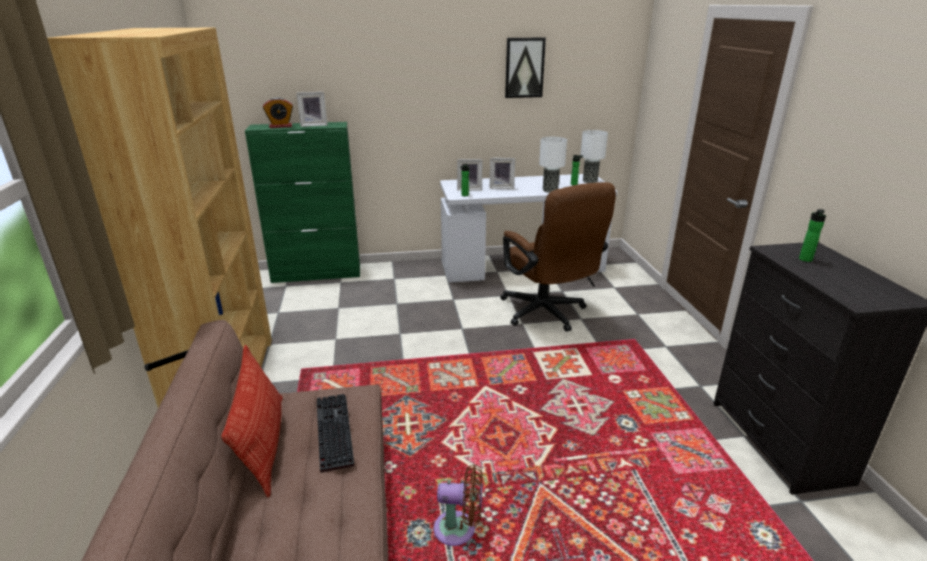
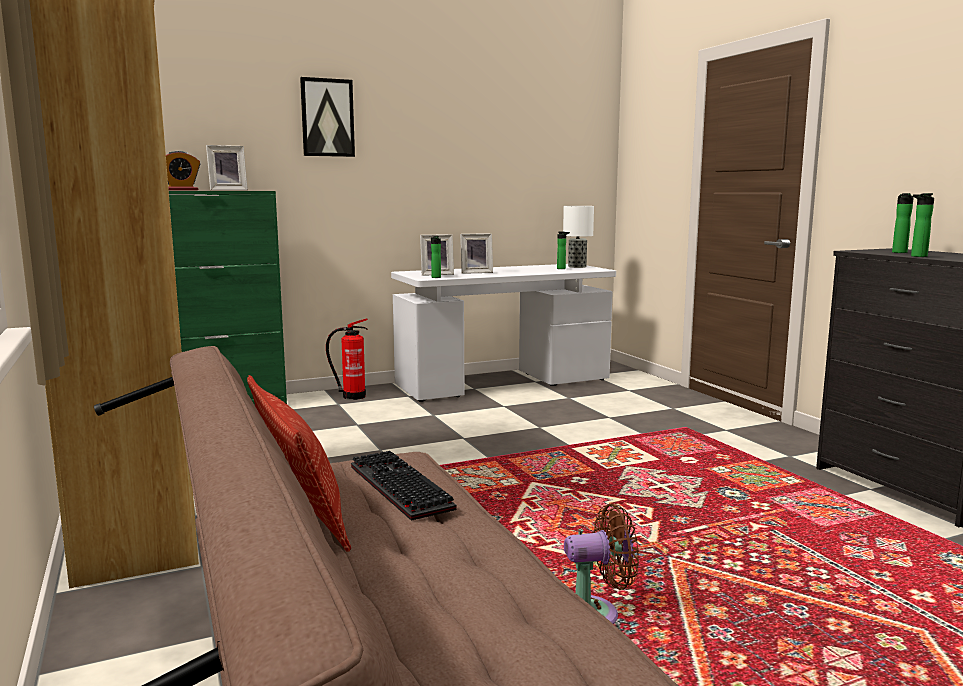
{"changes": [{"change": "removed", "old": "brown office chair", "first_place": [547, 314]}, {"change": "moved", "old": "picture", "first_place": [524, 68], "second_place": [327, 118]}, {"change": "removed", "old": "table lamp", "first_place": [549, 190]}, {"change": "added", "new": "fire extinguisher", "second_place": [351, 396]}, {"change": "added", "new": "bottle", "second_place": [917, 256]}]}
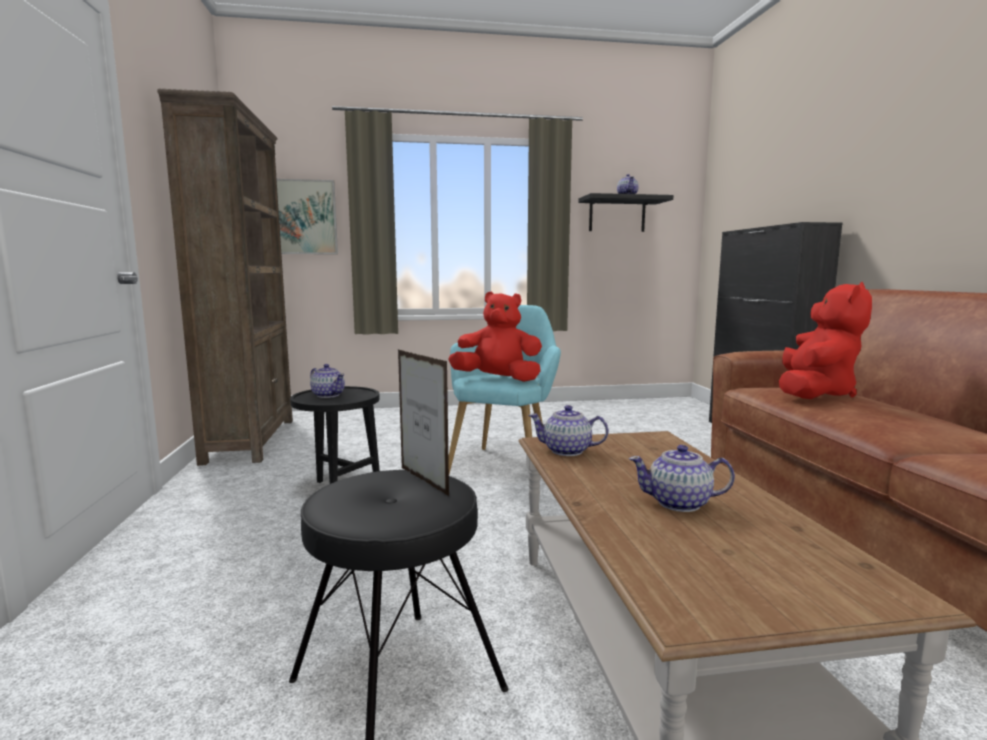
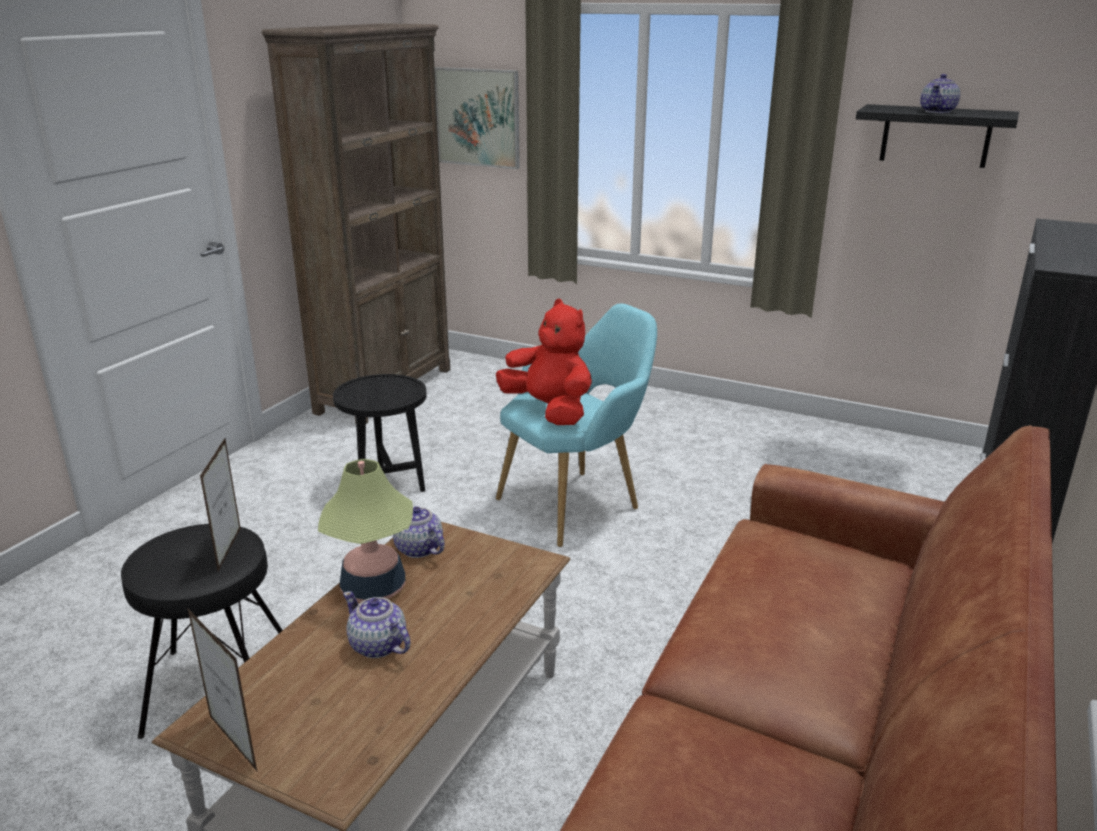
{"changes": [{"change": "removed", "old": "teapot", "first_place": [328, 395]}, {"change": "removed", "old": "red plush toy", "first_place": [814, 393]}, {"change": "added", "new": "picture frame", "second_place": [232, 743]}, {"change": "added", "new": "table lamp", "second_place": [373, 588]}]}
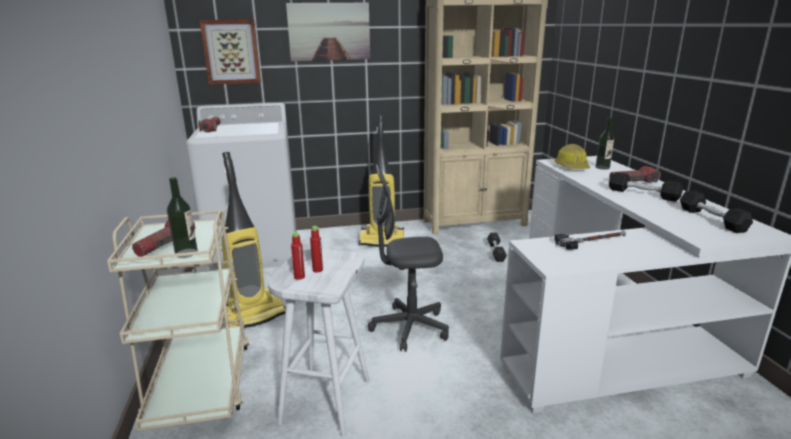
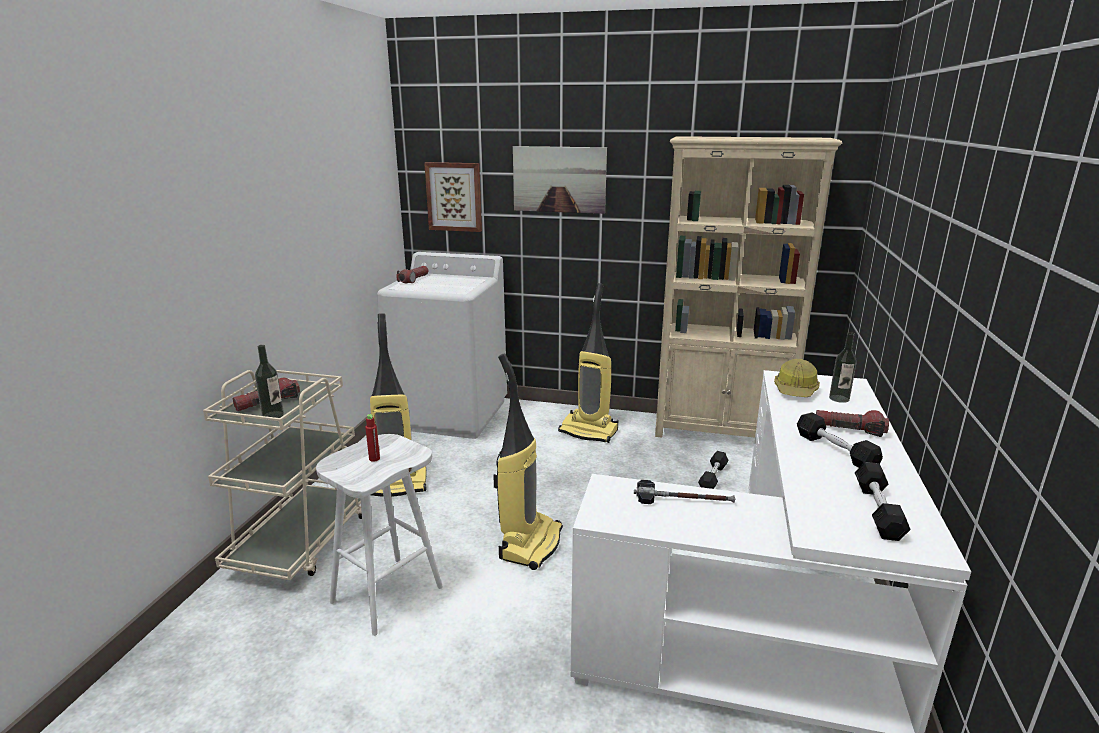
{"changes": [{"change": "removed", "old": "red bottle", "first_place": [299, 277]}, {"change": "replaced", "old": "grey office chair", "new": "vacuum cleaner", "first_place": [409, 328], "second_place": [530, 543]}]}
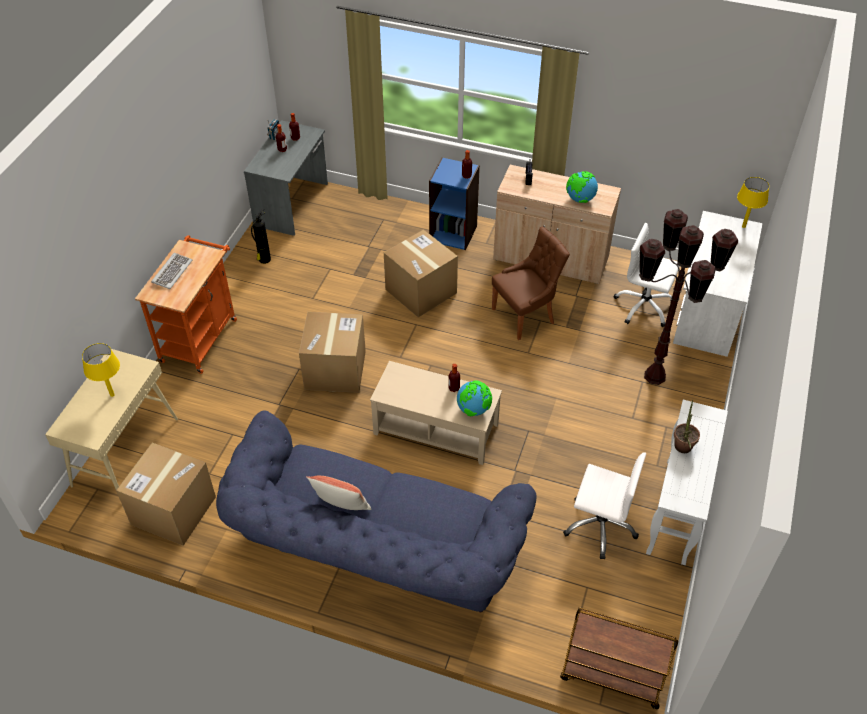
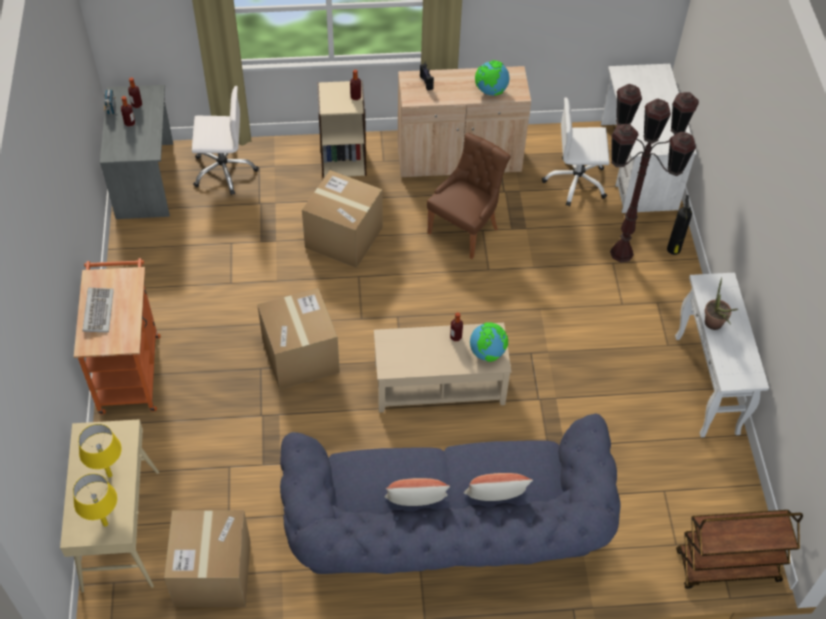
{"changes": [{"change": "moved", "old": "fire extinguisher", "first_place": [264, 260], "second_place": [673, 250]}, {"change": "recoloured", "old": "blue bookcase", "new": "beige bookcase", "first_place": [453, 233], "second_place": [343, 160]}, {"change": "moved", "old": "white office chair", "first_place": [600, 525], "second_place": [224, 170]}, {"change": "moved", "old": "yellow table lamp", "first_place": [743, 226], "second_place": [105, 524]}, {"change": "added", "new": "pillow", "second_place": [495, 498]}]}
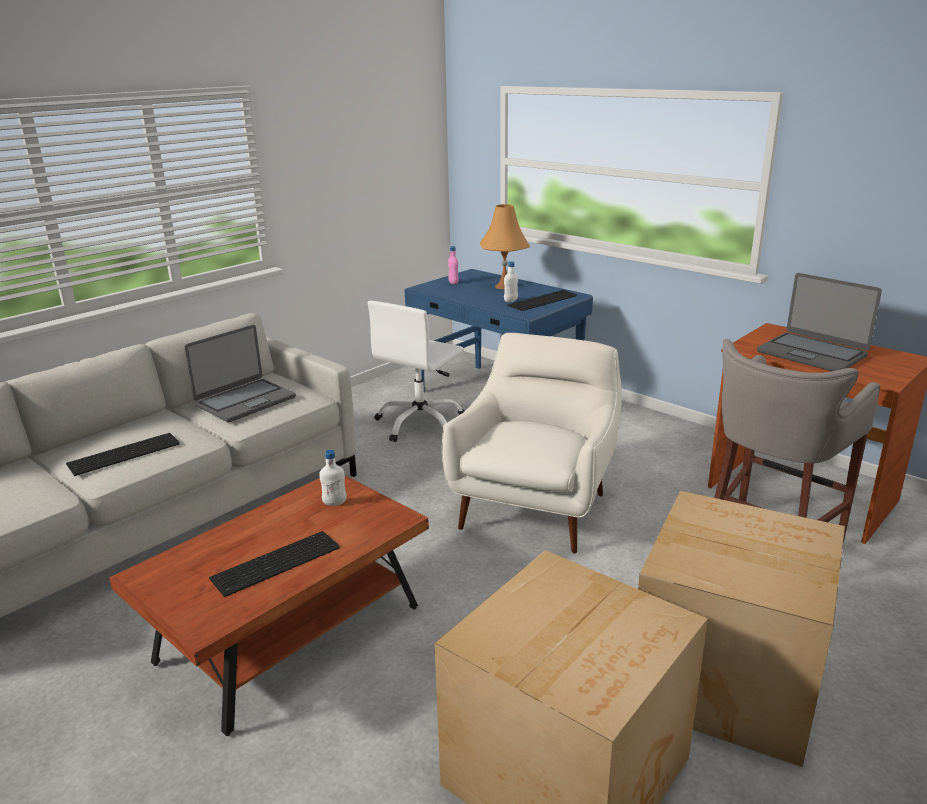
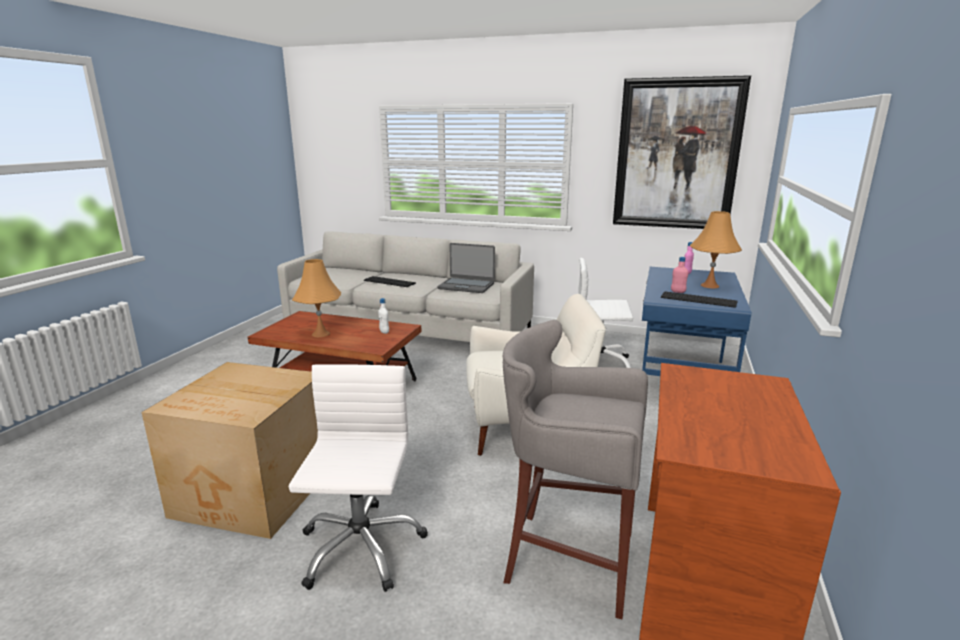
{"changes": [{"change": "replaced", "old": "keyboard", "new": "orange table lamp", "first_place": [278, 563], "second_place": [320, 334]}, {"change": "recoloured", "old": "white bottle", "new": "pink bottle", "first_place": [511, 301], "second_place": [678, 292]}, {"change": "replaced", "old": "cardboard box", "new": "white office chair", "first_place": [724, 677], "second_place": [360, 547]}, {"change": "removed", "old": "laptop", "first_place": [812, 353]}, {"change": "added", "new": "picture", "second_place": [676, 155]}]}
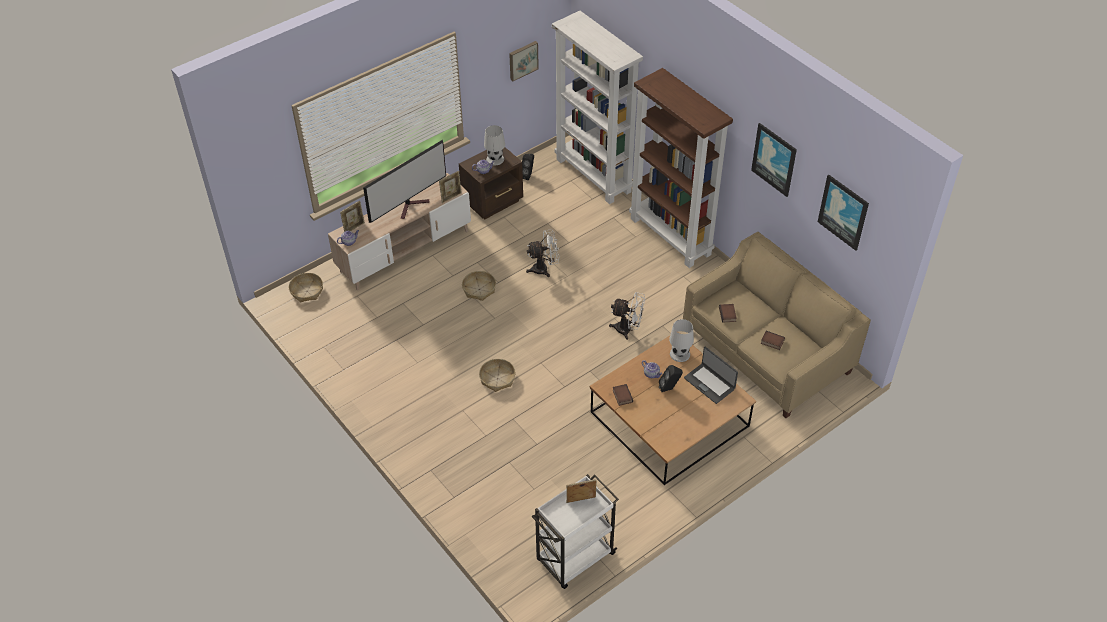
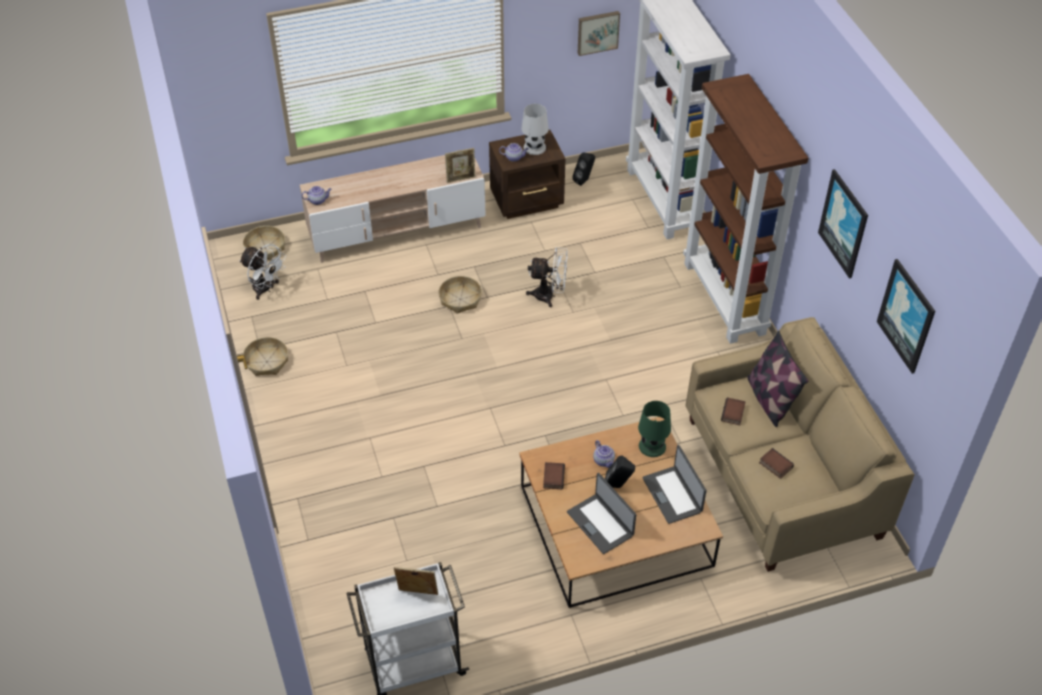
{"changes": [{"change": "removed", "old": "picture frame", "first_place": [354, 228]}, {"change": "removed", "old": "television", "first_place": [412, 205]}, {"change": "moved", "old": "basket", "first_place": [497, 378], "second_place": [266, 361]}, {"change": "moved", "old": "white fan", "first_place": [627, 330], "second_place": [266, 289]}, {"change": "recoloured", "old": "white table lamp", "new": "green table lamp", "first_place": [679, 354], "second_place": [652, 445]}, {"change": "added", "new": "laptop", "second_place": [601, 523]}, {"change": "added", "new": "pillow", "second_place": [769, 399]}]}
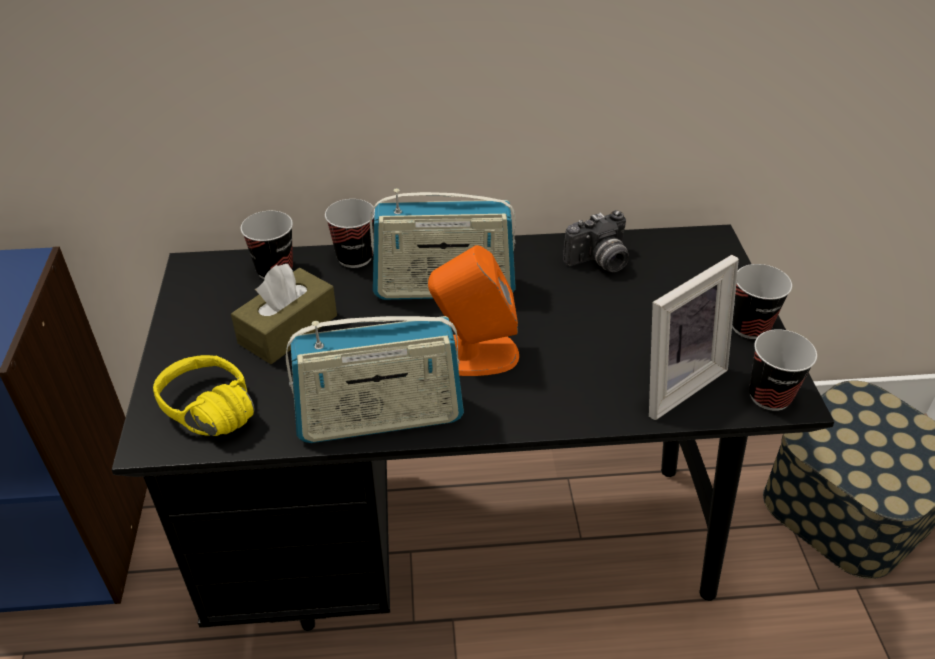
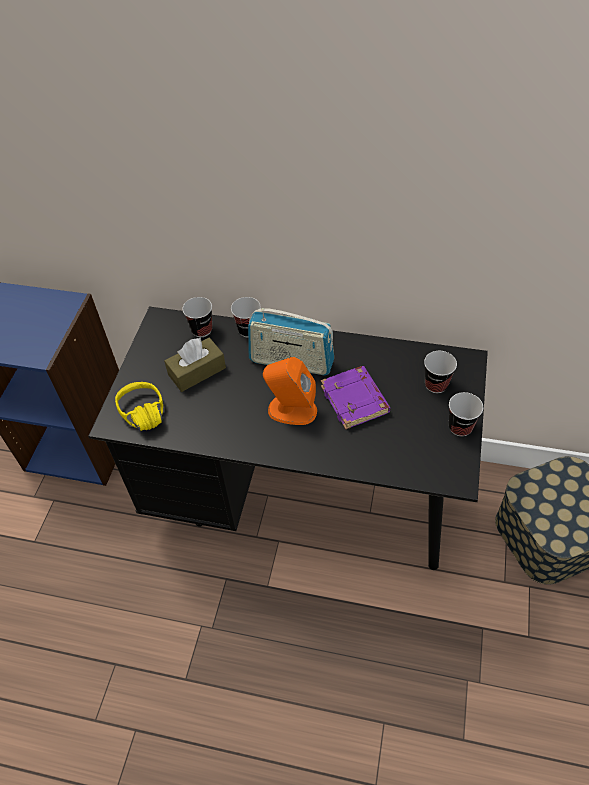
{"changes": [{"change": "removed", "old": "radio", "first_place": [380, 419]}, {"change": "removed", "old": "photo camera", "first_place": [599, 262]}, {"change": "removed", "old": "picture frame", "first_place": [673, 381]}, {"change": "moved", "old": "cup", "first_place": [770, 396], "second_place": [436, 385]}, {"change": "added", "new": "purple book", "second_place": [355, 400]}]}
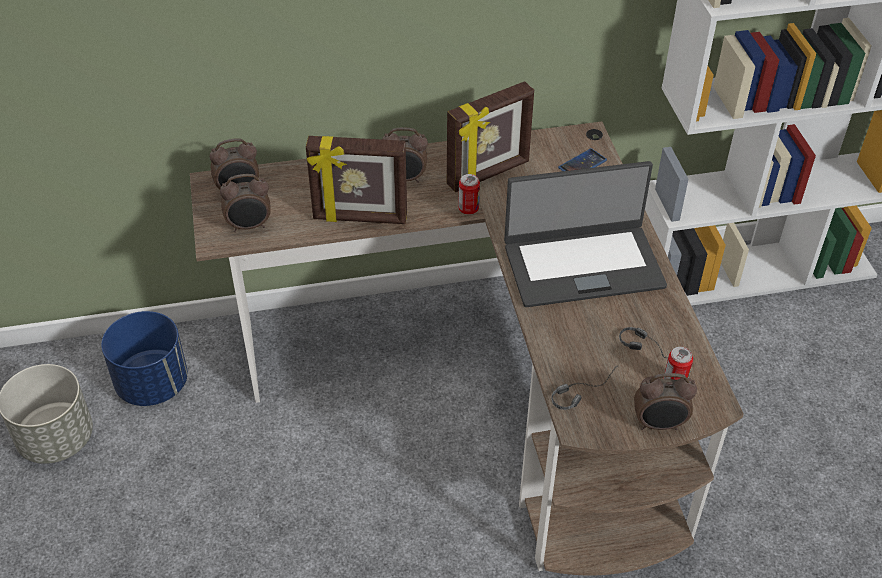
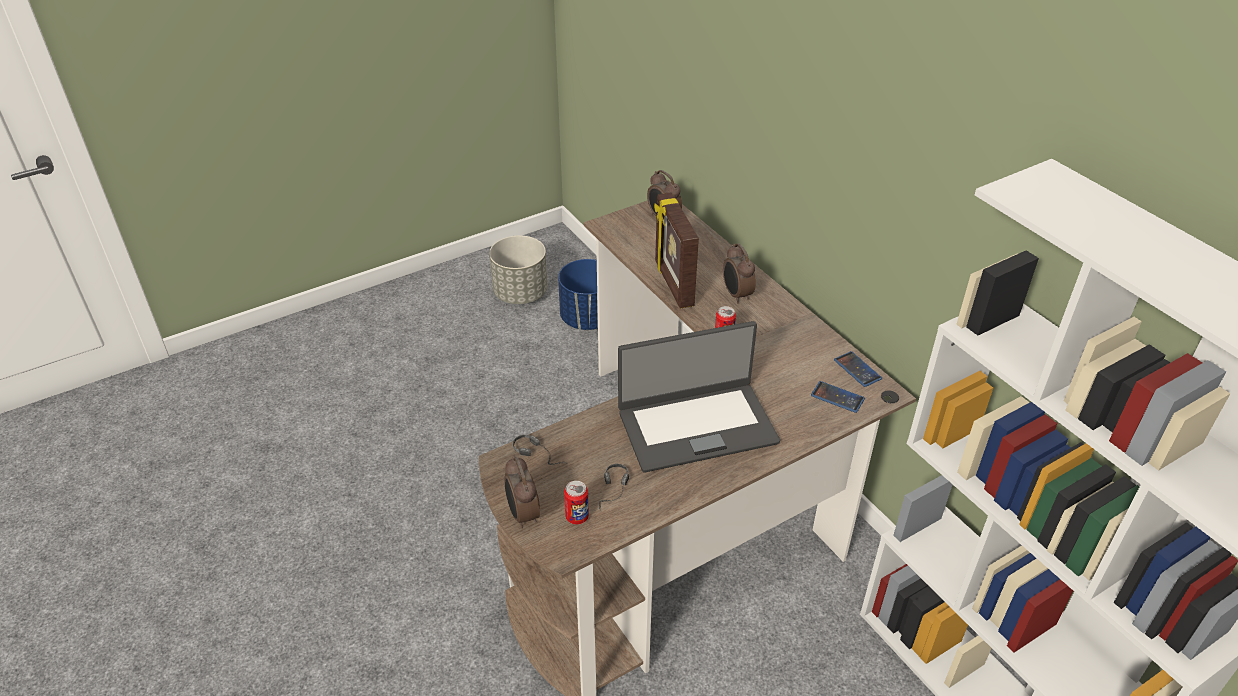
{"changes": [{"change": "removed", "old": "alarm clock", "first_place": [249, 226]}, {"change": "removed", "old": "picture frame", "first_place": [489, 174]}, {"change": "turned", "old": "laptop", "first_place": [582, 265], "second_place": [696, 426], "degrees": -75}, {"change": "added", "new": "phone", "second_place": [857, 369]}]}
